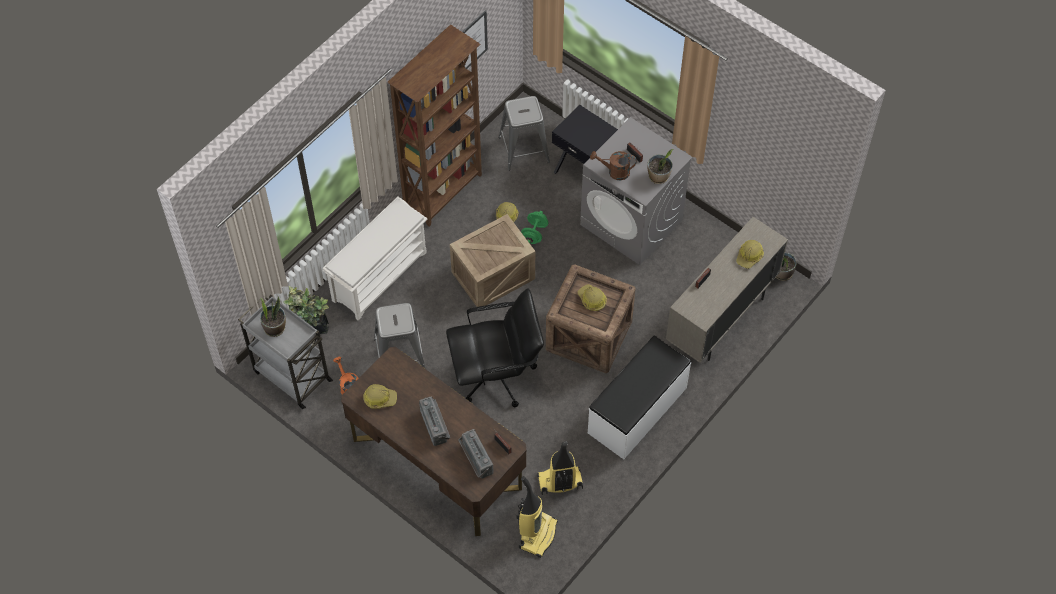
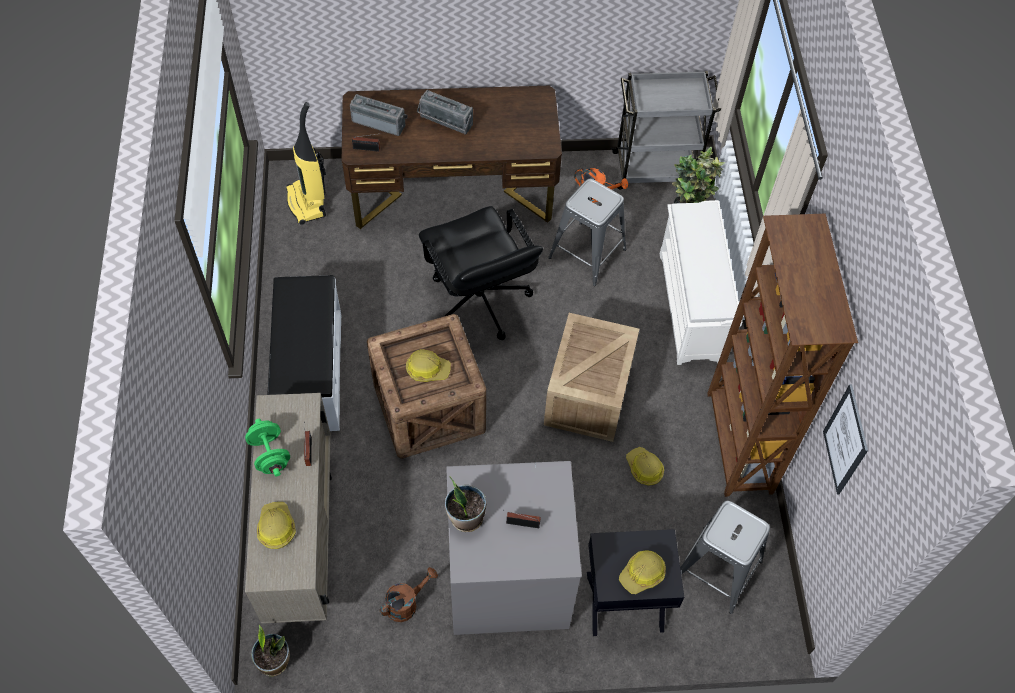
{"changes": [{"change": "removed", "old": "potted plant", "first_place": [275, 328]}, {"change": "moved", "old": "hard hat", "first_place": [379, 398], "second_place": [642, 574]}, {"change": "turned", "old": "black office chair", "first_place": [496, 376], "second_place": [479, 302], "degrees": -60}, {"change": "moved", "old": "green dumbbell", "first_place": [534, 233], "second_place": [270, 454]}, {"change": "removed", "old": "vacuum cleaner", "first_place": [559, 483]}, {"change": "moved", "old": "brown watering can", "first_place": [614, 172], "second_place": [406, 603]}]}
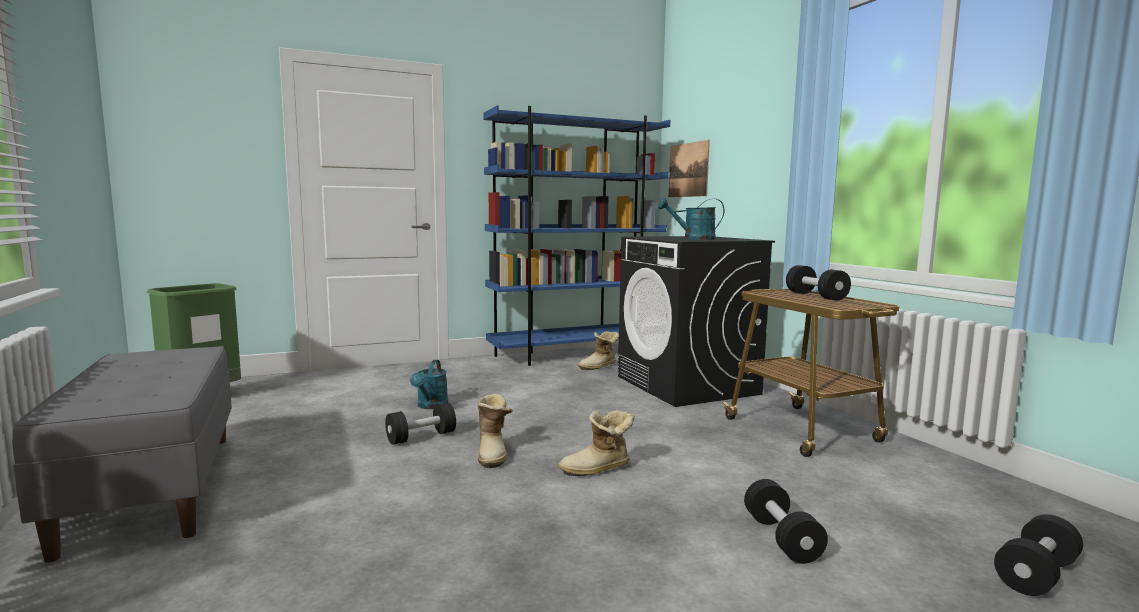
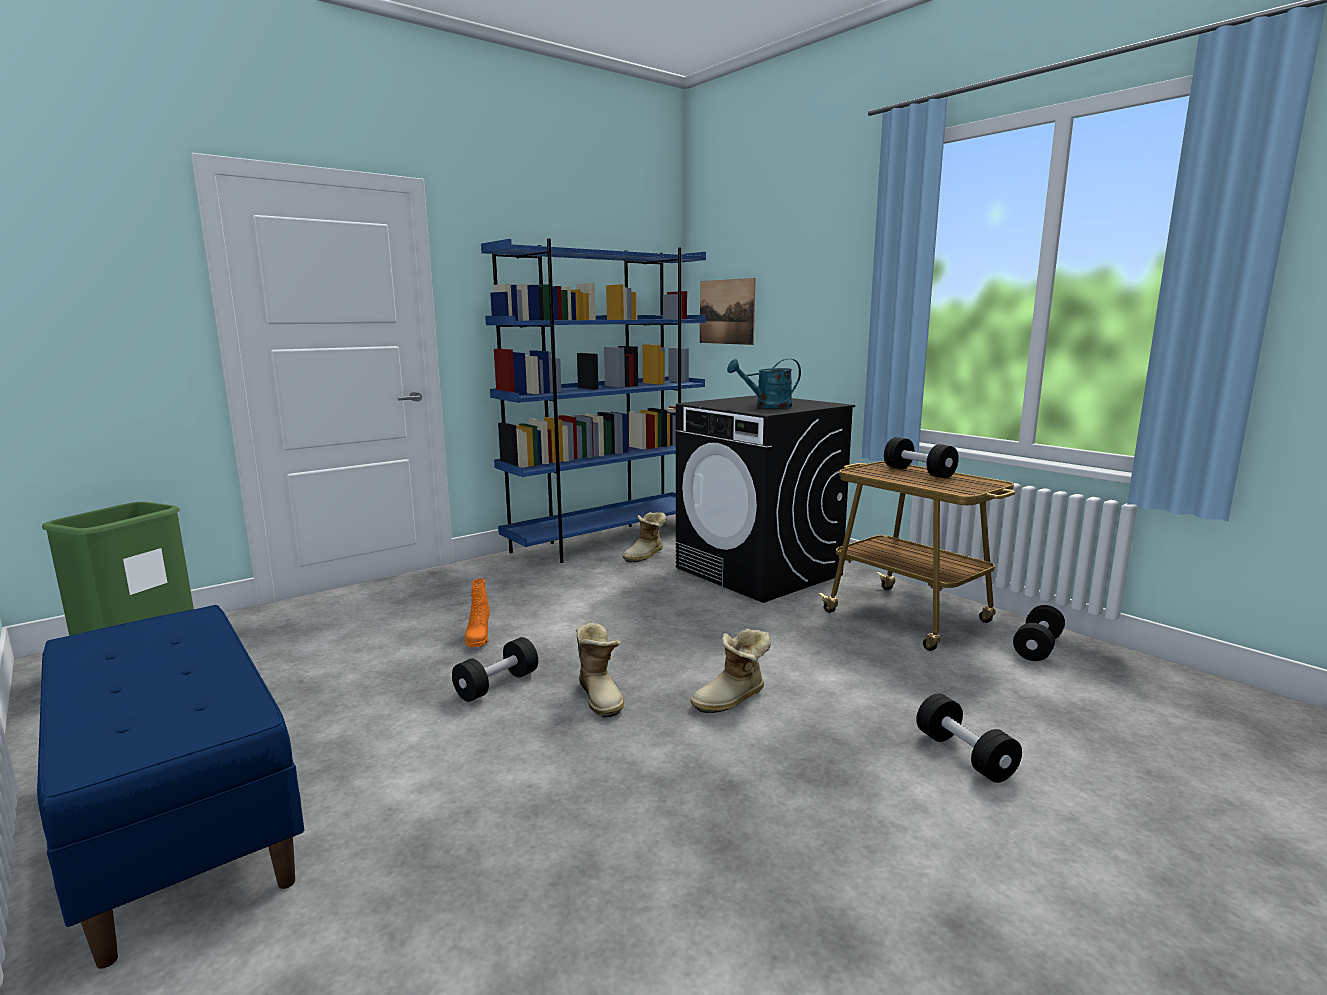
{"changes": [{"change": "recoloured", "old": "grey bench", "new": "blue bench", "first_place": [152, 488], "second_place": [176, 822]}, {"change": "replaced", "old": "turquoise watering can", "new": "orange boot", "first_place": [431, 406], "second_place": [478, 637]}, {"change": "moved", "old": "black dumbbell", "first_place": [1036, 574], "second_place": [1037, 647]}]}
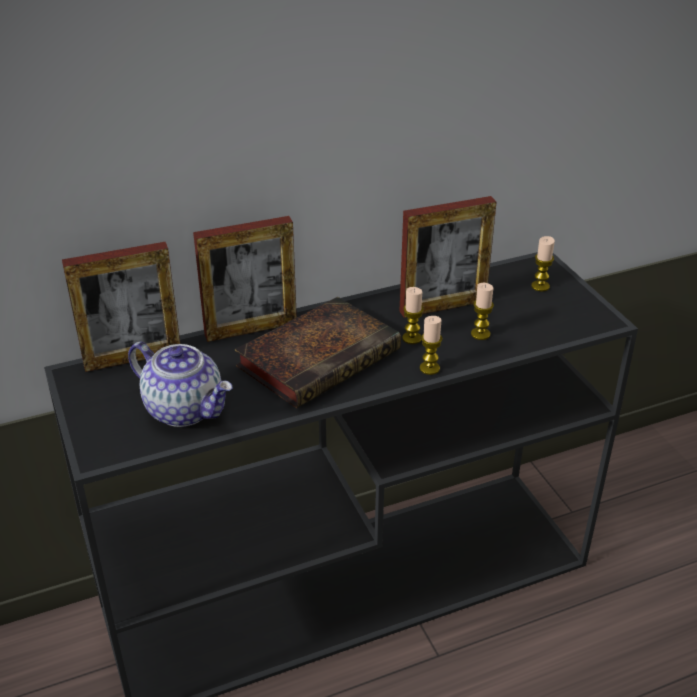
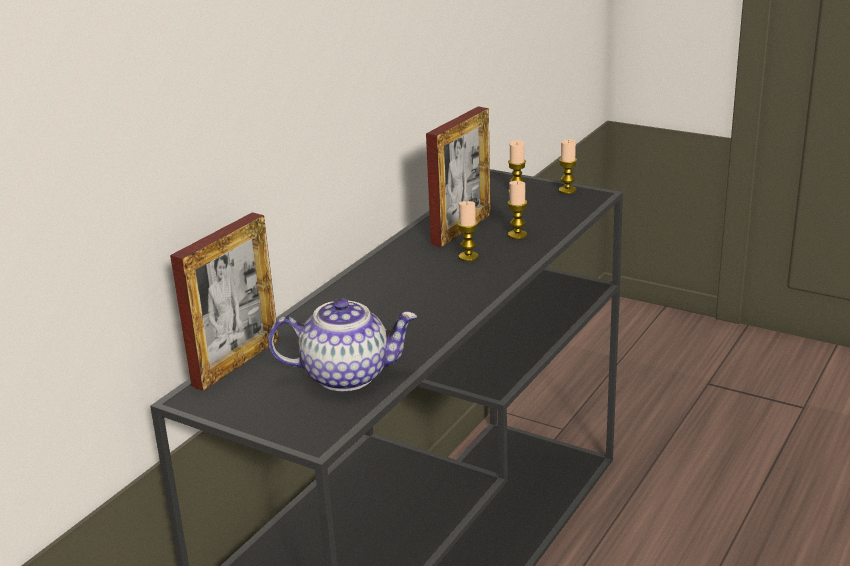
{"changes": [{"change": "removed", "old": "picture frame", "first_place": [251, 329]}, {"change": "removed", "old": "book", "first_place": [320, 356]}, {"change": "moved", "old": "candle", "first_place": [429, 368], "second_place": [567, 190]}]}
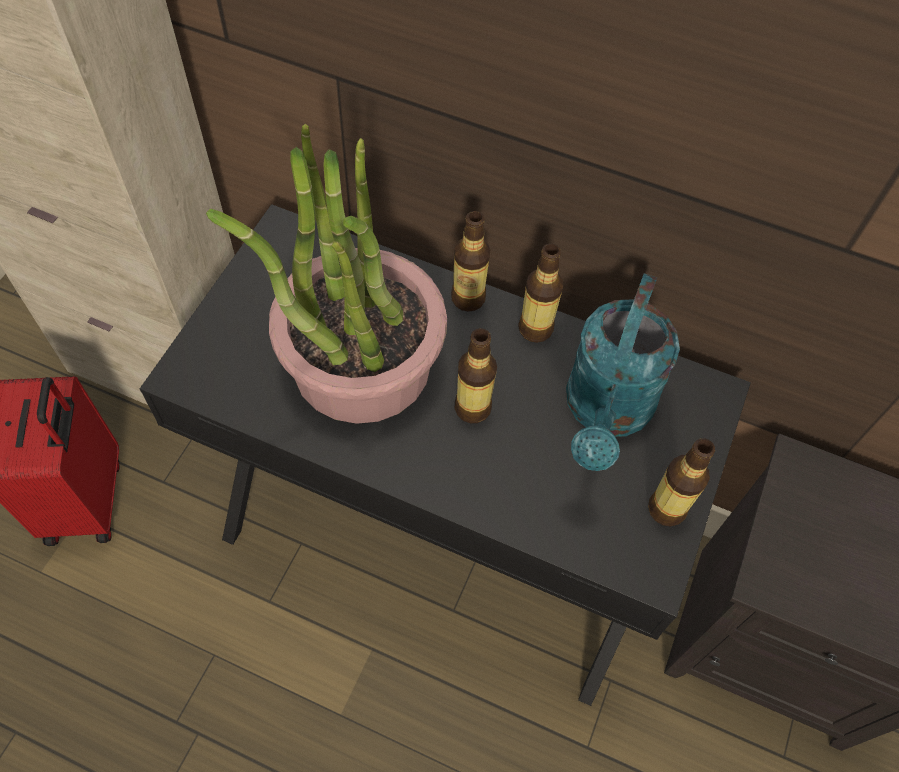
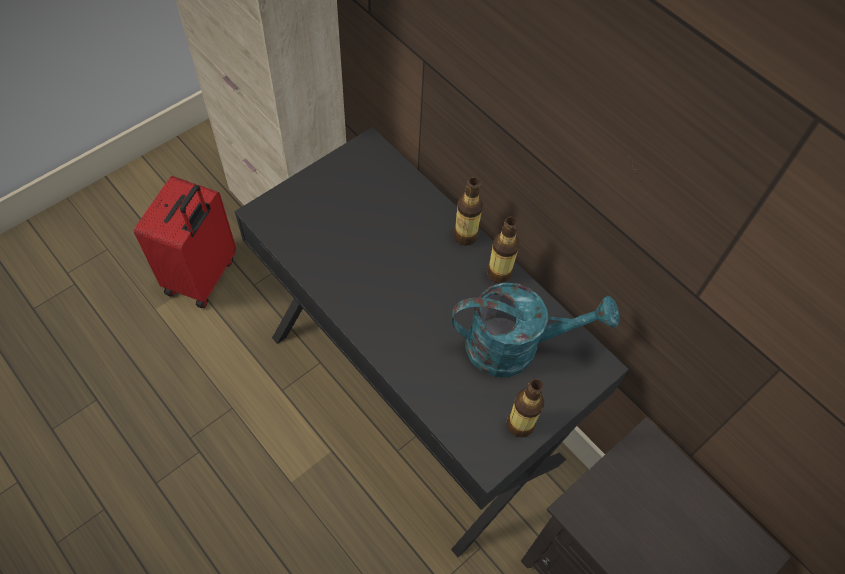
{"changes": [{"change": "removed", "old": "potted plant", "first_place": [360, 363]}, {"change": "removed", "old": "bottle", "first_place": [472, 408]}, {"change": "turned", "old": "turquoise watering can", "first_place": [606, 412], "second_place": [516, 346], "degrees": -135}]}
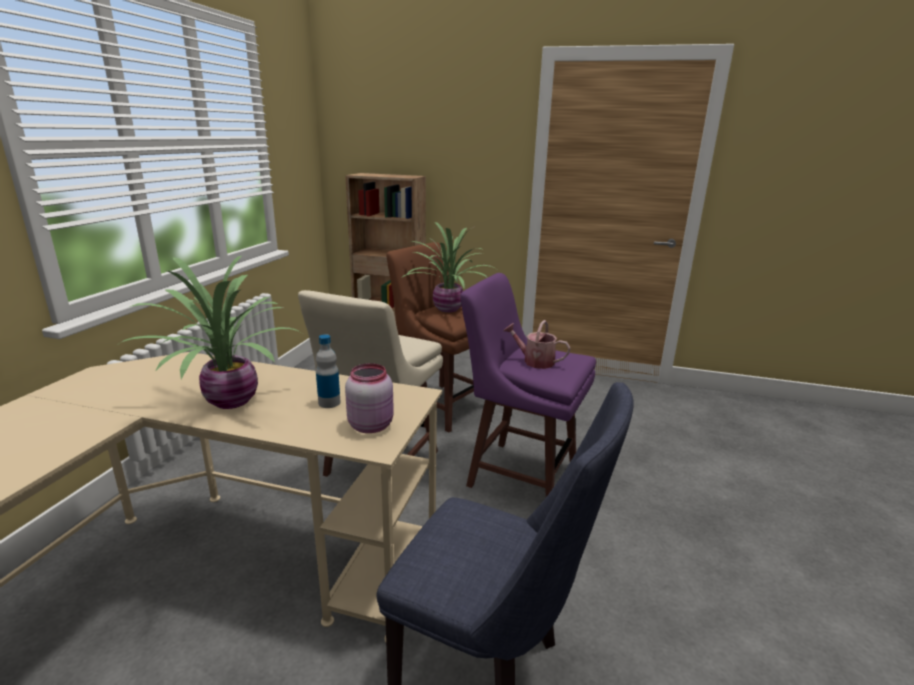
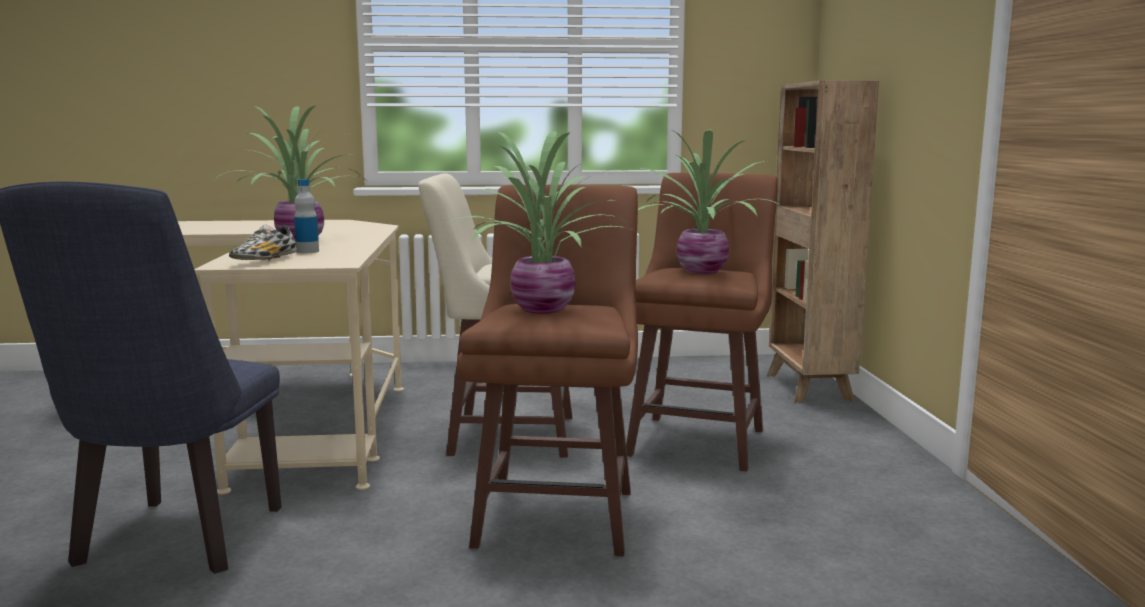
{"changes": [{"change": "replaced", "old": "pink jar", "new": "shoe", "first_place": [371, 425], "second_place": [265, 261]}, {"change": "recoloured", "old": "purple stool", "new": "brown stool", "first_place": [519, 474], "second_place": [558, 515]}, {"change": "replaced", "old": "watering can", "new": "potted plant", "first_place": [534, 361], "second_place": [544, 308]}]}
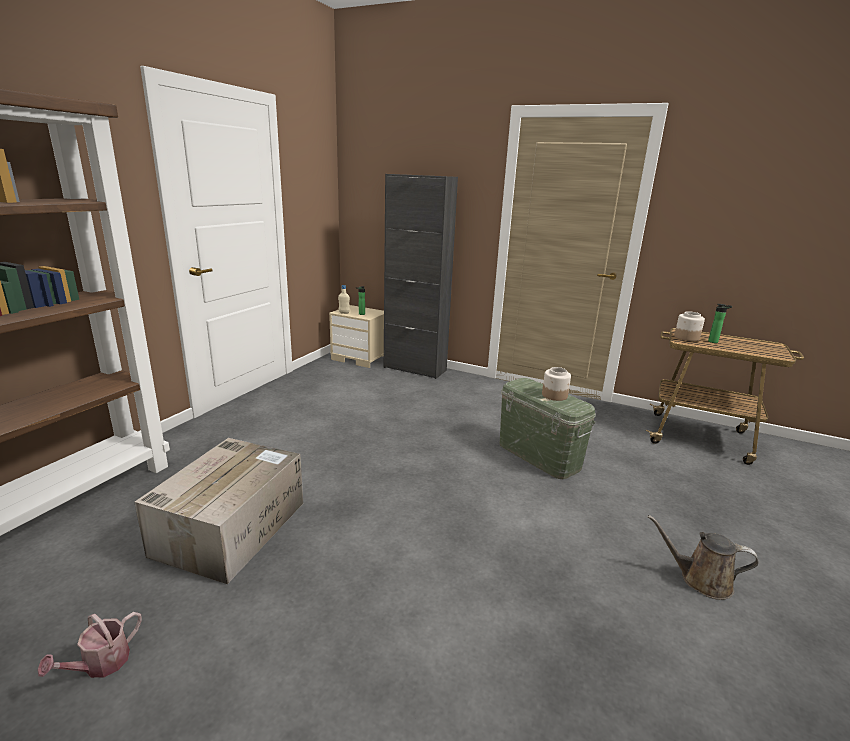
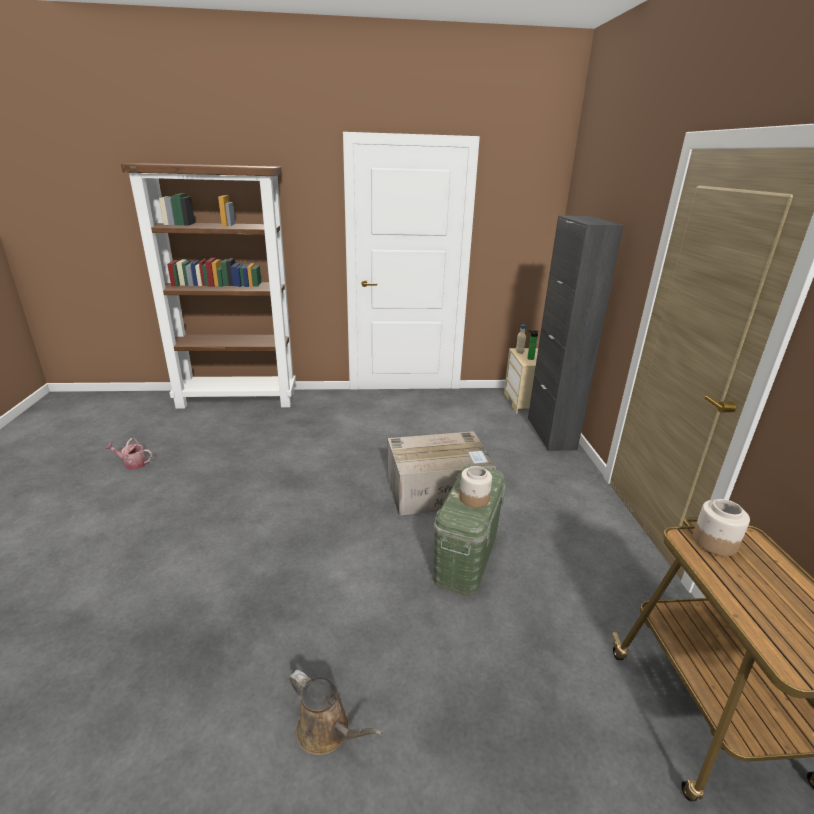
{"changes": [{"change": "moved", "old": "cardboard box", "first_place": [232, 527], "second_place": [438, 489]}, {"change": "turned", "old": "brown watering can", "first_place": [700, 580], "second_place": [327, 731], "degrees": 135}, {"change": "removed", "old": "bottle", "first_place": [714, 342]}]}
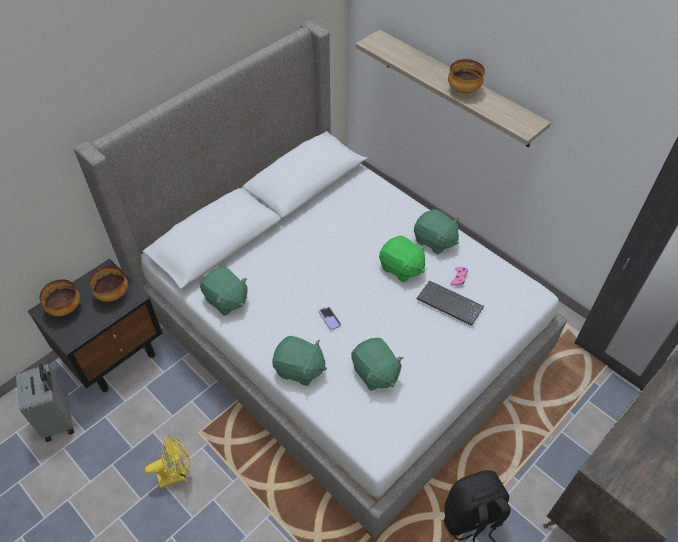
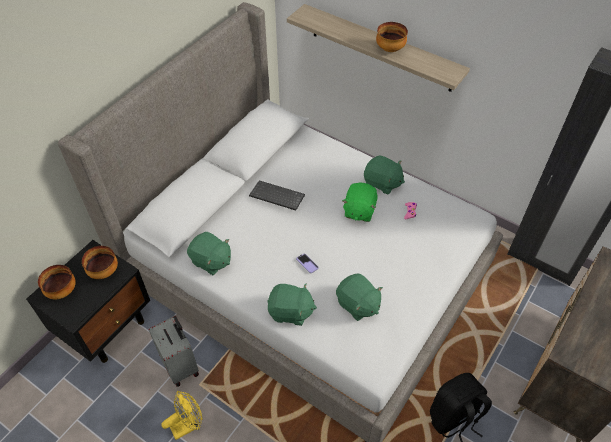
{"changes": [{"change": "moved", "old": "grey suitcase", "first_place": [59, 419], "second_place": [181, 366]}, {"change": "turned", "old": "green plush toy", "first_place": [401, 268], "second_place": [359, 210], "degrees": 75}, {"change": "moved", "old": "keyboard", "first_place": [448, 304], "second_place": [276, 197]}]}
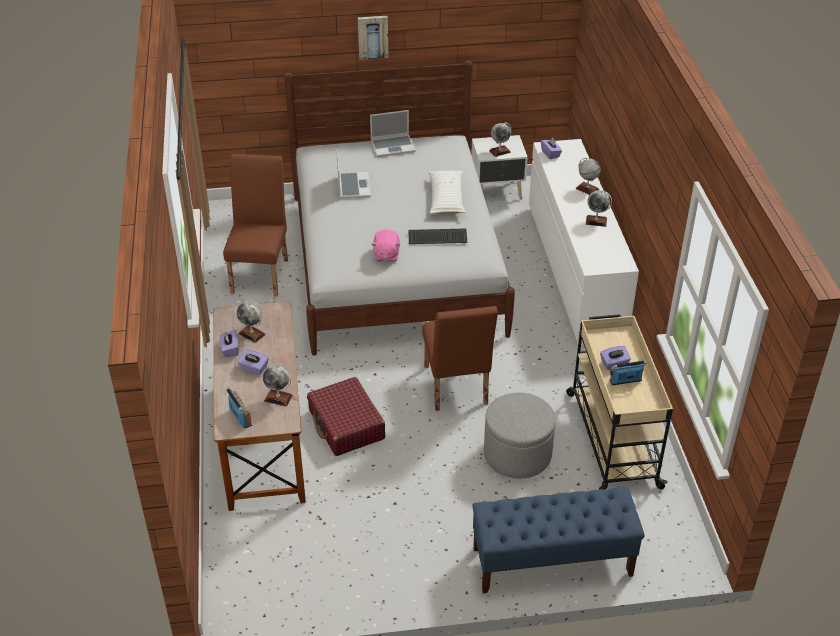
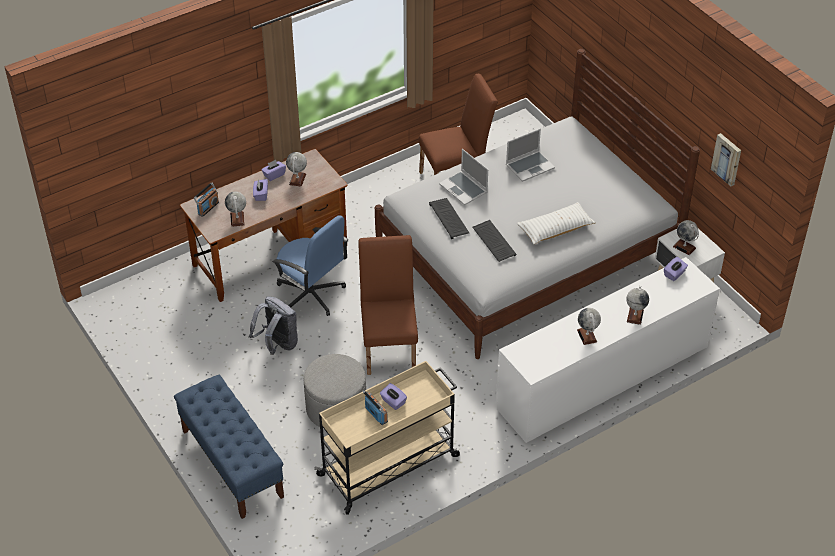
{"changes": [{"change": "replaced", "old": "red suitcase", "new": "blue office chair", "first_place": [346, 425], "second_place": [311, 295]}, {"change": "moved", "old": "picture", "first_place": [373, 36], "second_place": [727, 159]}, {"change": "moved", "old": "laptop", "first_place": [393, 146], "second_place": [464, 189]}, {"change": "replaced", "old": "pink plush toy", "new": "keyboard", "first_place": [386, 255], "second_place": [449, 219]}, {"change": "turned", "old": "brown chair", "first_place": [456, 389], "second_place": [389, 345], "degrees": 120}, {"change": "added", "new": "grey backpack", "second_place": [277, 344]}]}
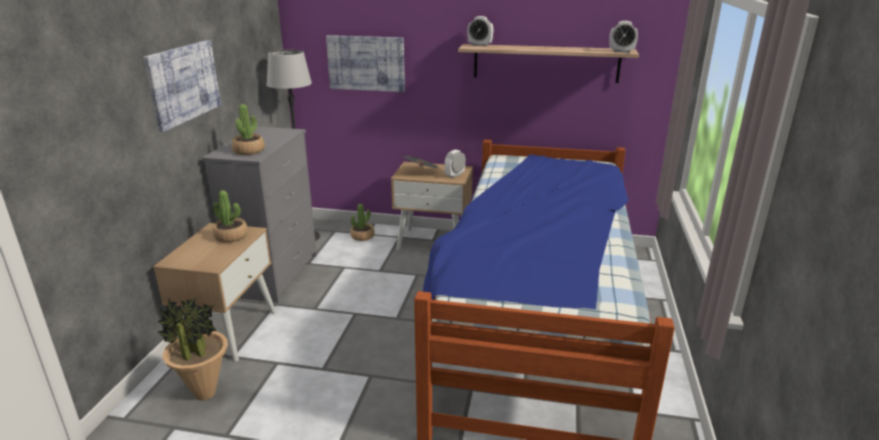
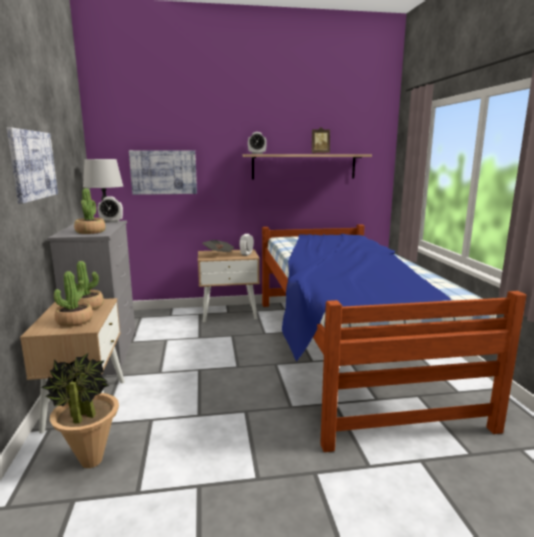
{"changes": [{"change": "moved", "old": "potted plant", "first_place": [362, 236], "second_place": [74, 321]}, {"change": "moved", "old": "alarm clock", "first_place": [621, 51], "second_place": [111, 222]}, {"change": "added", "new": "picture frame", "second_place": [320, 153]}]}
